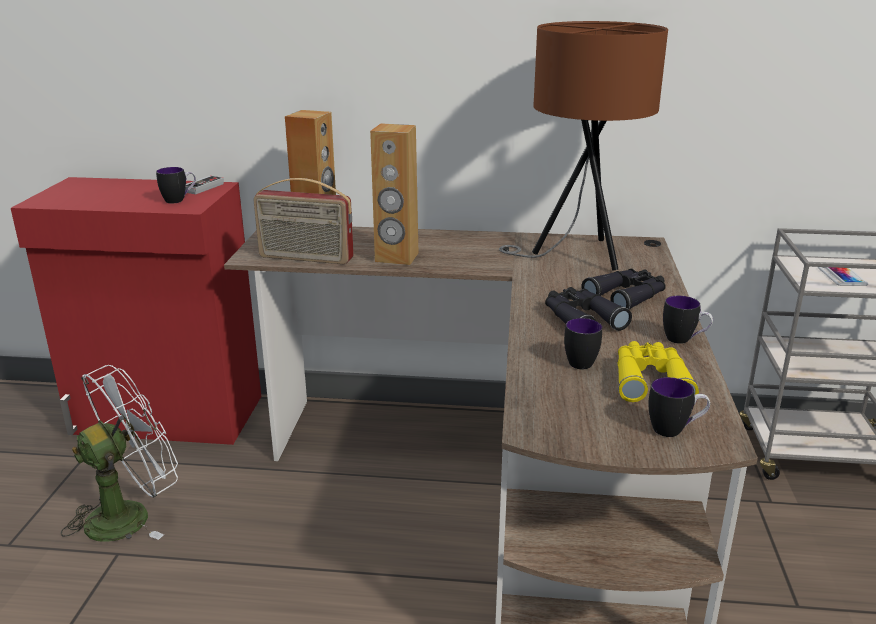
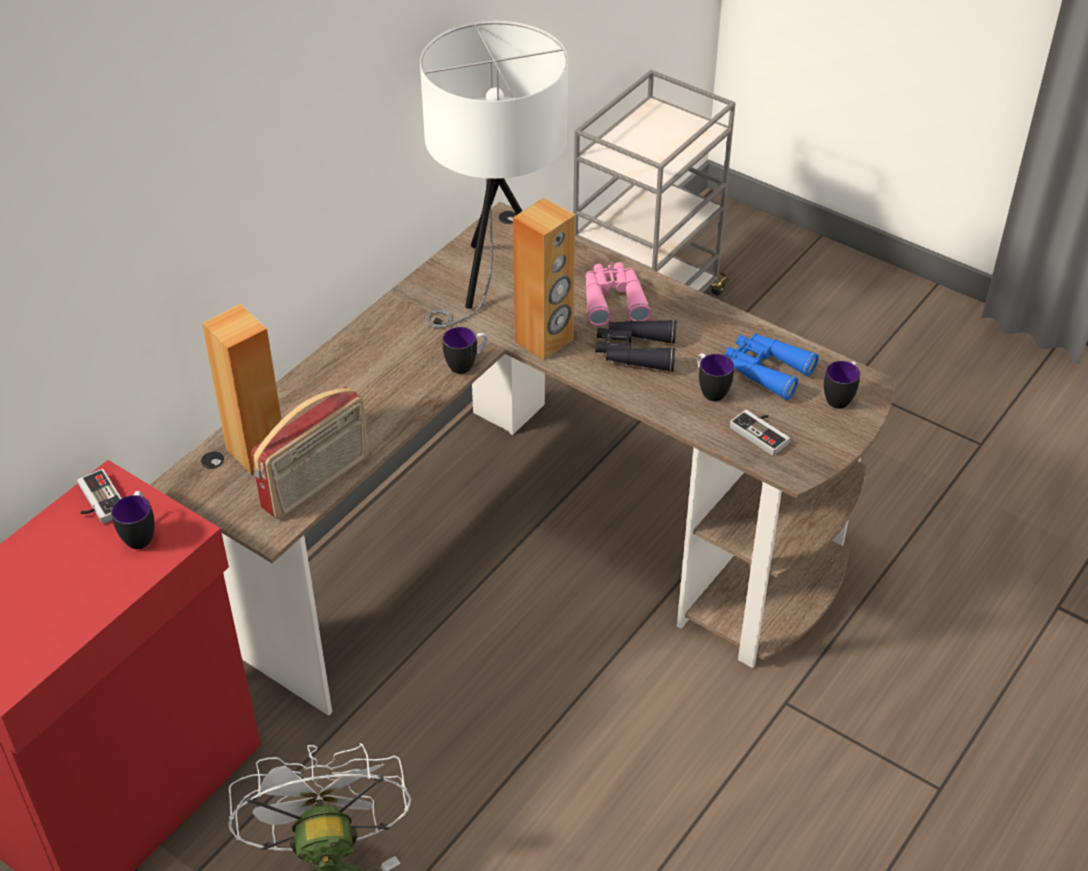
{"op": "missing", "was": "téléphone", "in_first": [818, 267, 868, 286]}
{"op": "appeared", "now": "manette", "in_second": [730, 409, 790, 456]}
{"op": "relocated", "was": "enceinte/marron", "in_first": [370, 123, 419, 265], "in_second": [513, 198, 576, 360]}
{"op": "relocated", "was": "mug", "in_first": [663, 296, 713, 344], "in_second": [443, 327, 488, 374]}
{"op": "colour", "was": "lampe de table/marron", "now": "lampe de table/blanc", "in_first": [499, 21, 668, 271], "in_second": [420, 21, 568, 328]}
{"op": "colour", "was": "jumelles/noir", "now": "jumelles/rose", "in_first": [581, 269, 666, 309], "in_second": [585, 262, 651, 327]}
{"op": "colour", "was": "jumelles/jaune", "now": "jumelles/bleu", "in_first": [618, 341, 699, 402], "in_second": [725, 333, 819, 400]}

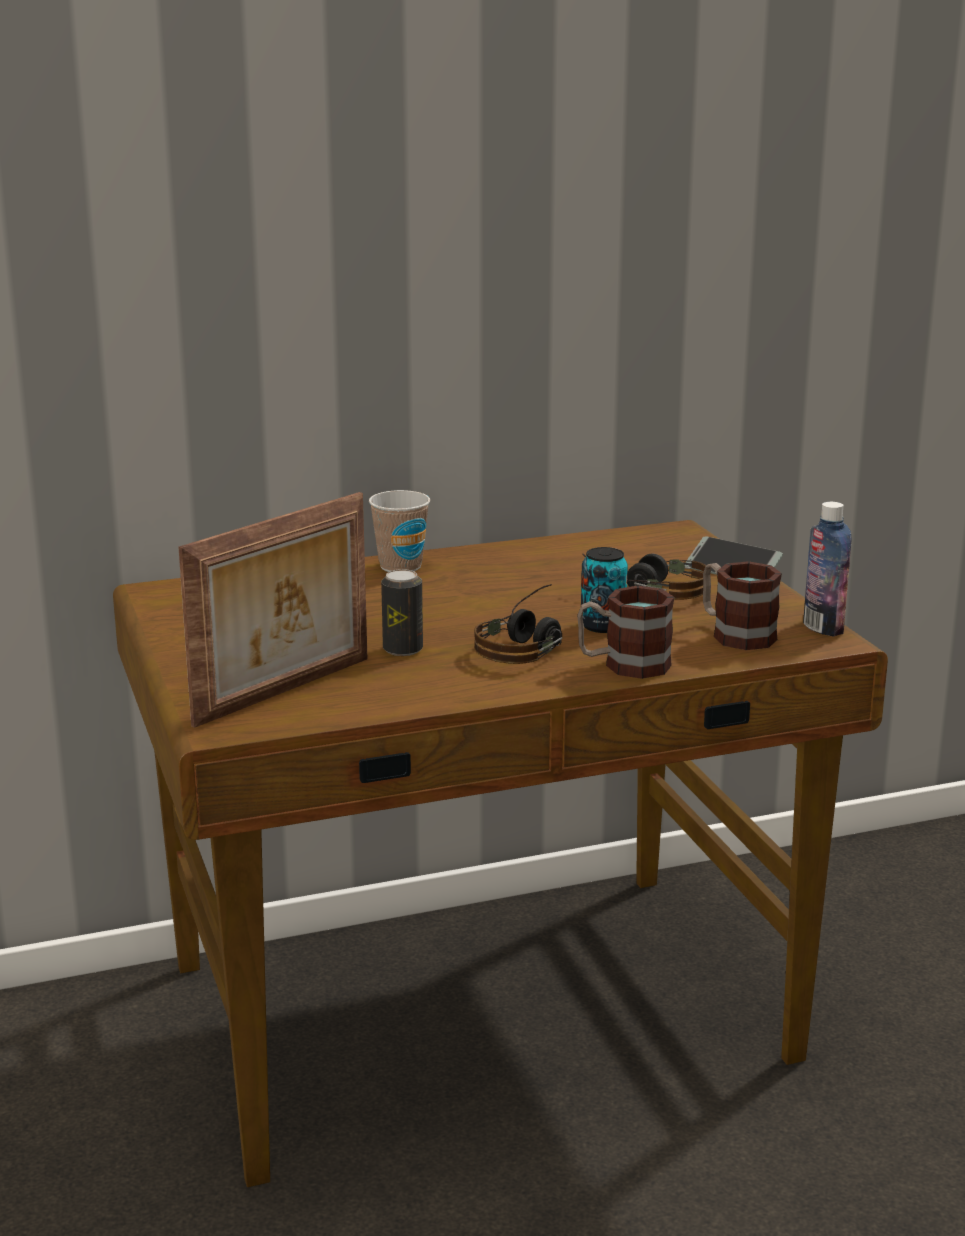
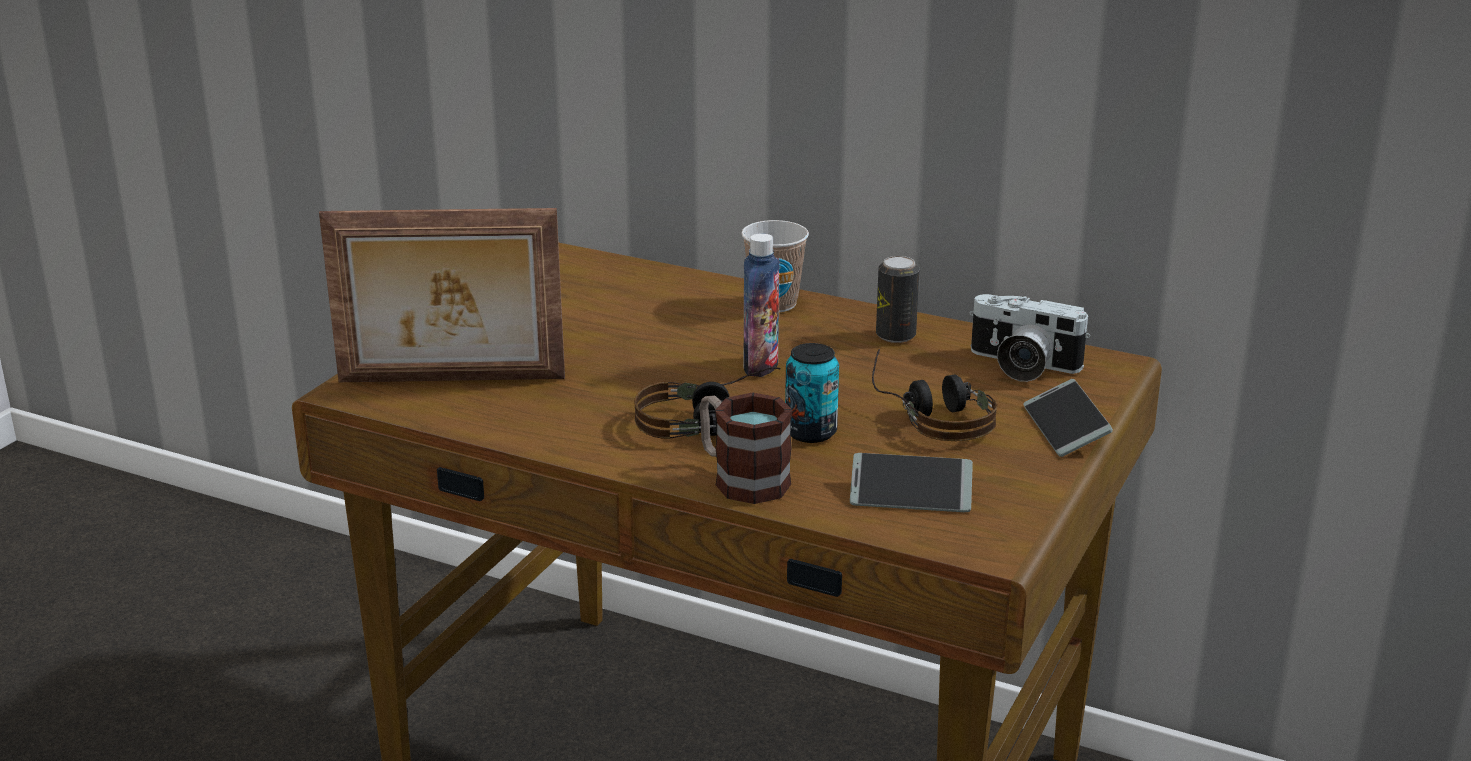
{"op": "appeared", "now": "appareil photo", "in_second": [970, 294, 1090, 382]}
{"op": "relocated", "was": "boîte métallique", "in_first": [381, 569, 423, 656], "in_second": [876, 256, 920, 343]}
{"op": "relocated", "was": "bouteille", "in_first": [803, 502, 852, 637], "in_second": [743, 233, 779, 377]}
{"op": "exchanged", "was": "mug", "now": "téléphone", "in_first": [703, 561, 782, 650], "in_second": [850, 453, 973, 512]}

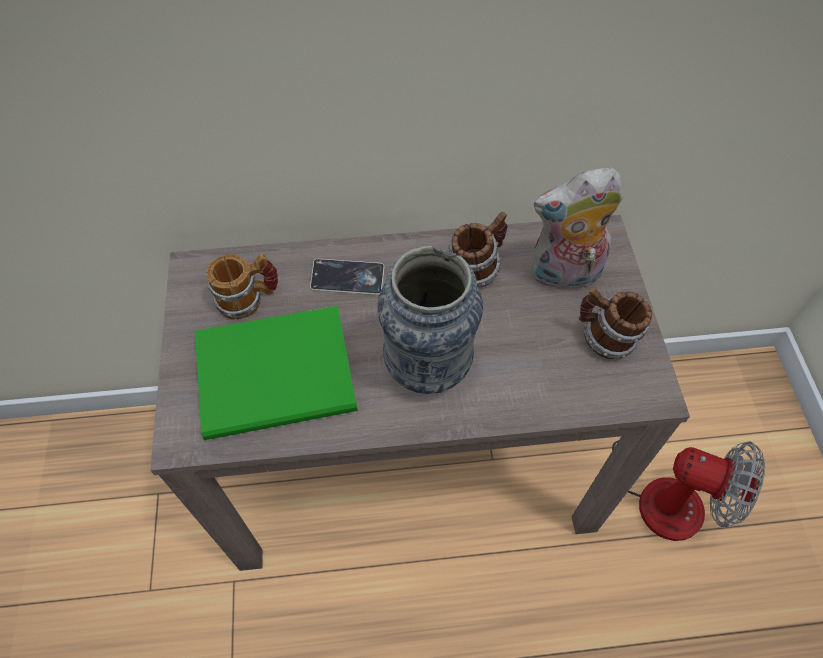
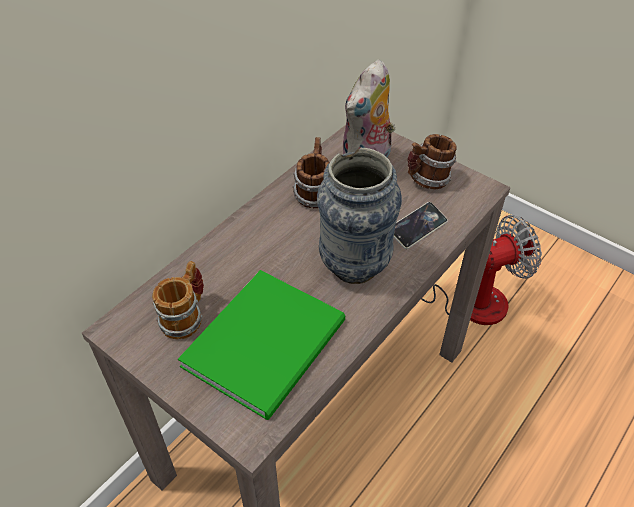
{"op": "relocated", "was": "téléphone", "in_first": [310, 259, 385, 295], "in_second": [394, 202, 448, 249]}

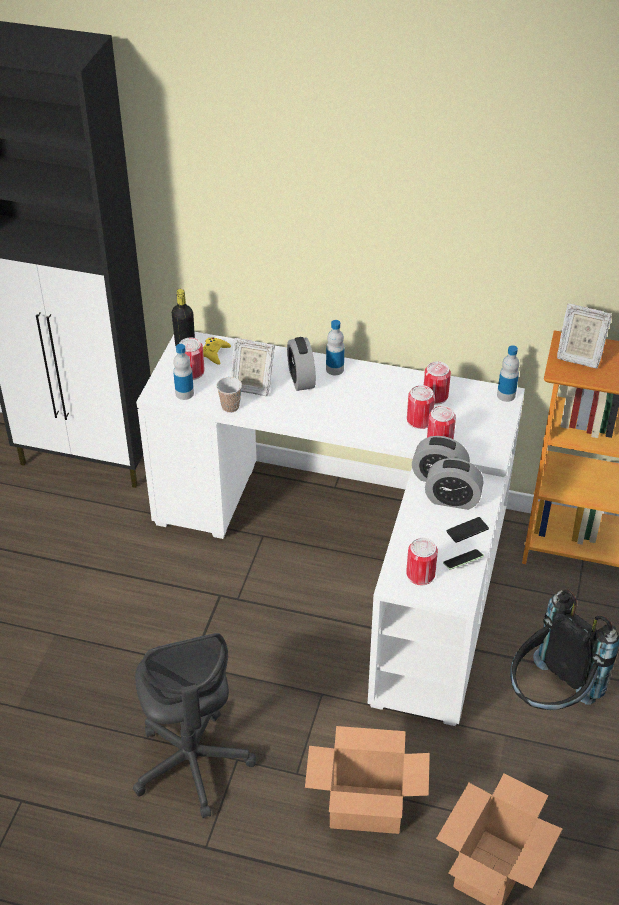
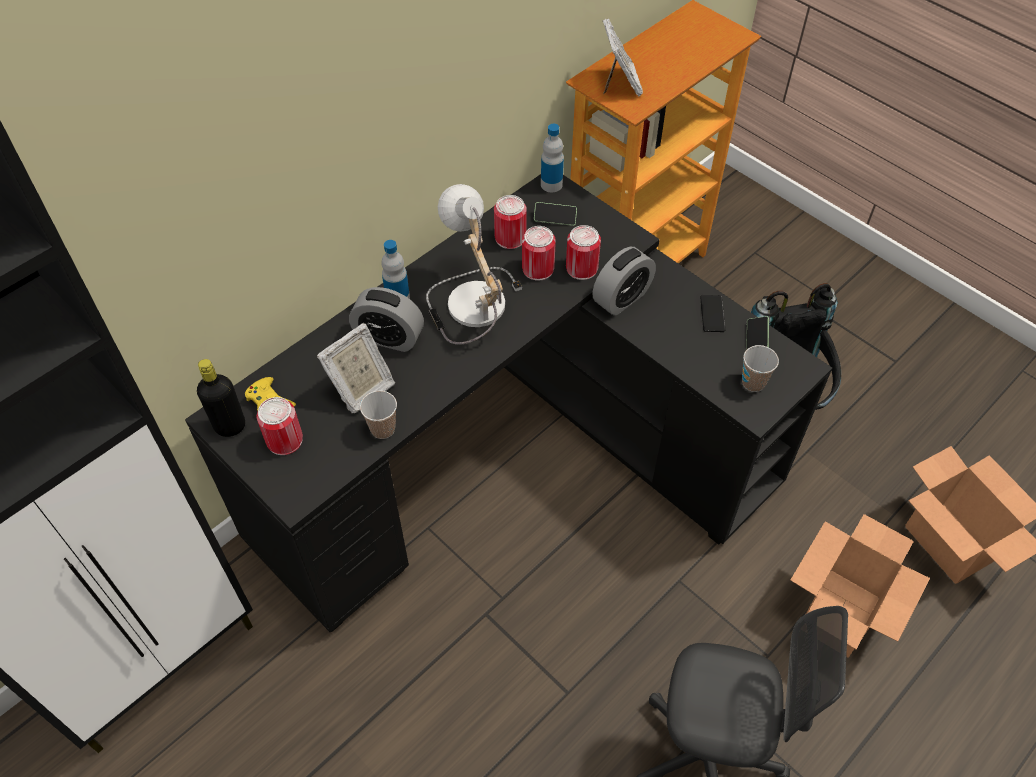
{"op": "missing", "was": "bouteille", "in_first": [173, 344, 194, 400]}
{"op": "missing", "was": "réveil", "in_first": [425, 458, 483, 510]}
{"op": "appeared", "now": "lampe de table", "in_second": [426, 184, 522, 345]}
{"op": "appeared", "now": "téléphone", "in_second": [534, 202, 577, 226]}
{"op": "exchanged", "was": "boîte métallique", "now": "tasse", "in_first": [406, 538, 438, 585], "in_second": [742, 345, 779, 392]}
{"op": "colour", "was": "bureau/blanc", "now": "bureau/noir", "in_first": [136, 332, 525, 726], "in_second": [185, 174, 832, 632]}
{"op": "spun", "was": "cadre photo", "in_first": [557, 303, 612, 368], "in_second": [602, 18, 643, 97], "clockwise": -60}

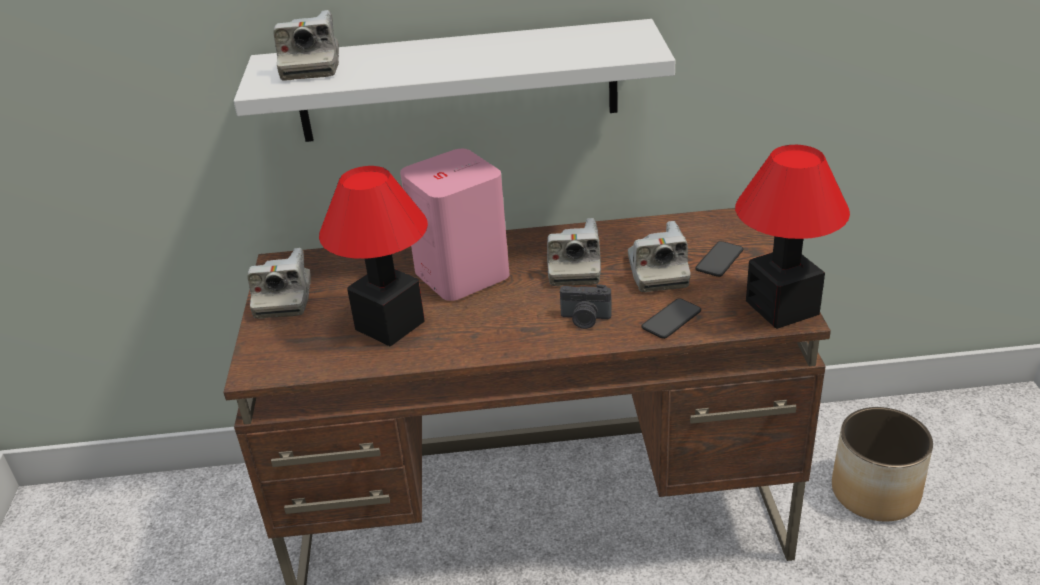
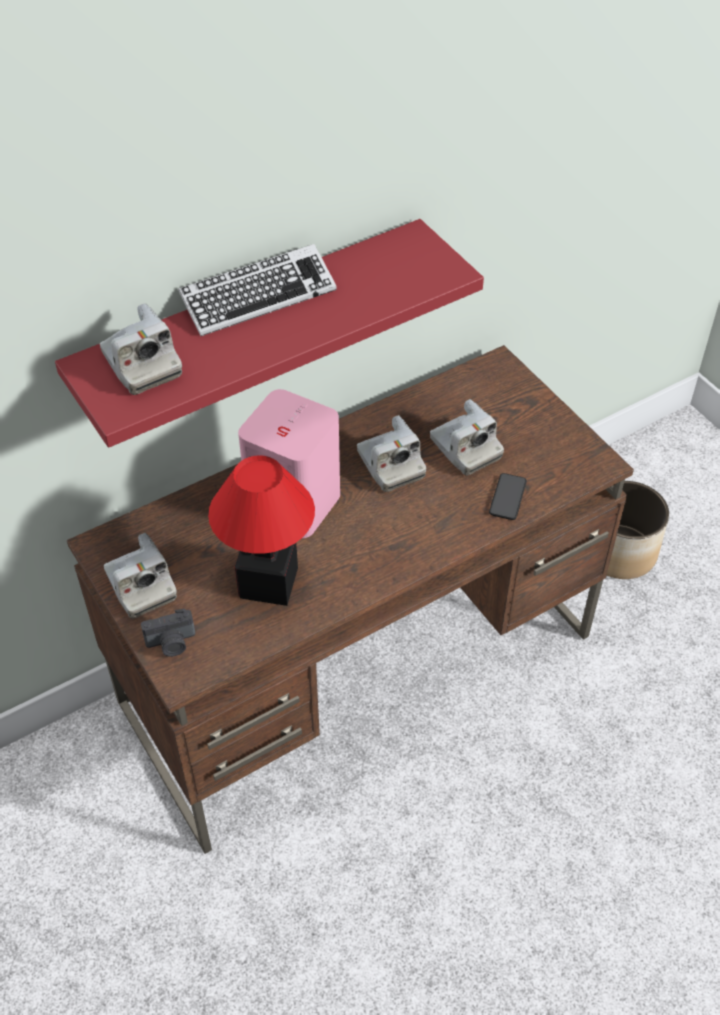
{"op": "missing", "was": "téléphone", "in_first": [695, 241, 743, 277]}
{"op": "missing", "was": "lampe de table", "in_first": [735, 145, 850, 329]}
{"op": "appeared", "now": "clavier", "in_second": [178, 244, 337, 336]}
{"op": "relocated", "was": "appareil photo", "in_first": [560, 284, 612, 329], "in_second": [141, 609, 195, 657]}
{"op": "colour", "was": "étagère/blanc", "now": "étagère/rouge", "in_first": [234, 19, 675, 142], "in_second": [55, 219, 484, 448]}

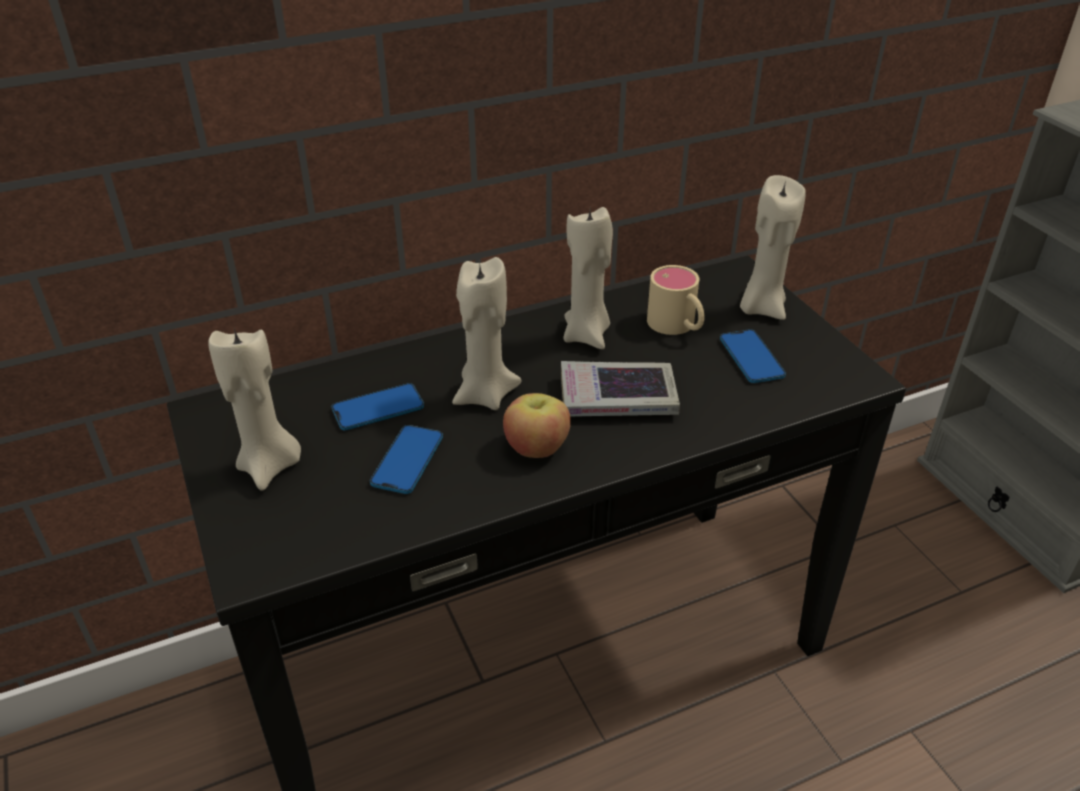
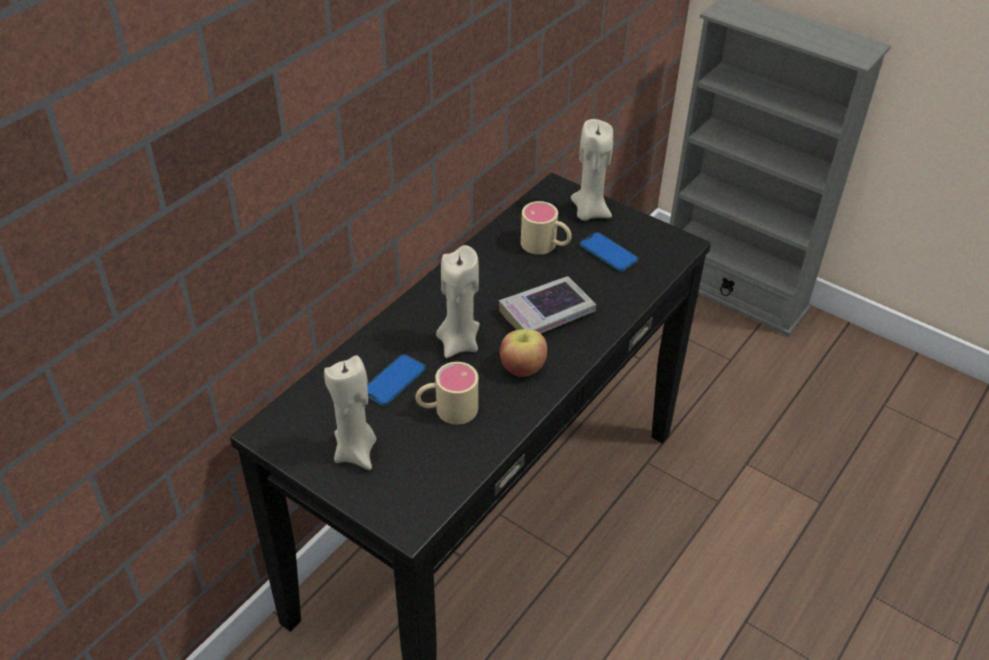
{"op": "missing", "was": "bougie/beige", "in_first": [564, 207, 613, 349]}
{"op": "exchanged", "was": "téléphone", "now": "mug/beige", "in_first": [370, 425, 443, 494], "in_second": [415, 362, 478, 425]}

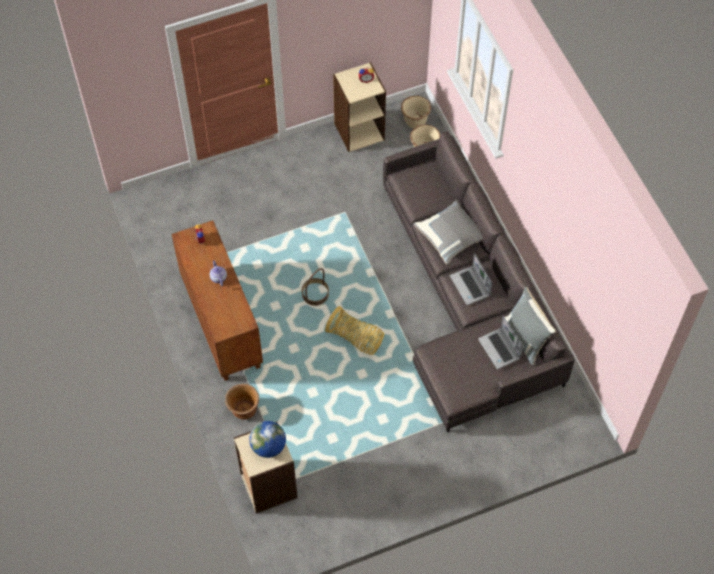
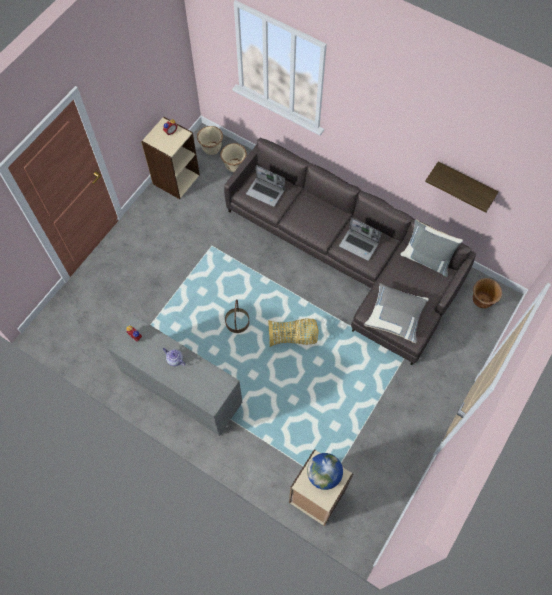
{"op": "appeared", "now": "étagère", "in_second": [425, 161, 498, 213]}
{"op": "relocated", "was": "cache-pot/marron", "in_first": [225, 384, 259, 420], "in_second": [473, 278, 502, 308]}
{"op": "relocated", "was": "coussin/gris", "in_first": [414, 200, 483, 264], "in_second": [364, 283, 429, 343]}
{"op": "relocated", "was": "ordinateur portable", "in_first": [478, 316, 523, 369], "in_second": [246, 165, 285, 207]}
{"op": "colour", "was": "meuble de rangement/marron", "now": "meuble de rangement/gris", "in_first": [171, 220, 263, 381], "in_second": [108, 315, 242, 436]}

